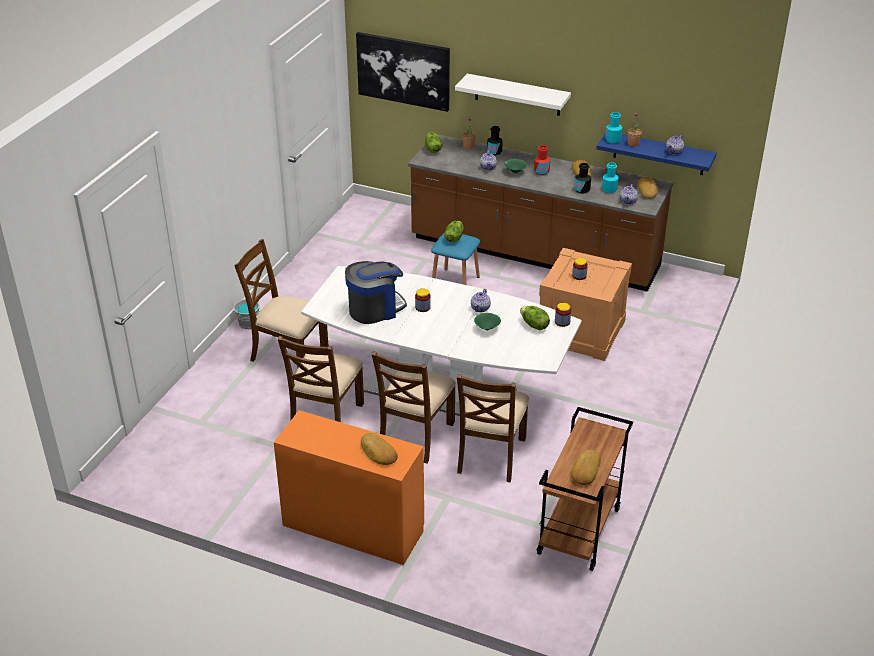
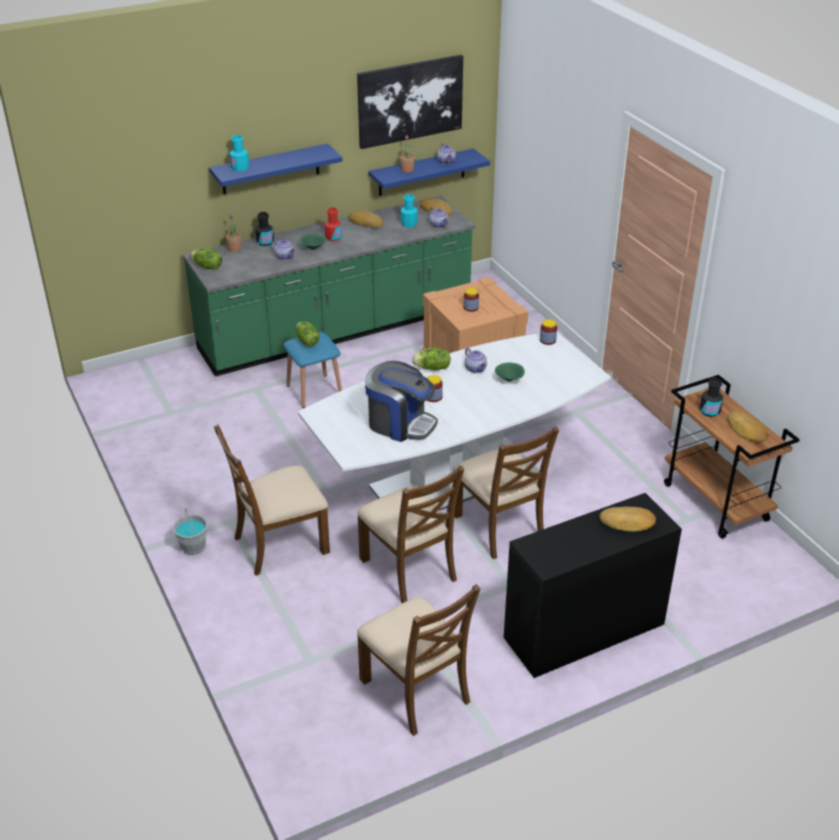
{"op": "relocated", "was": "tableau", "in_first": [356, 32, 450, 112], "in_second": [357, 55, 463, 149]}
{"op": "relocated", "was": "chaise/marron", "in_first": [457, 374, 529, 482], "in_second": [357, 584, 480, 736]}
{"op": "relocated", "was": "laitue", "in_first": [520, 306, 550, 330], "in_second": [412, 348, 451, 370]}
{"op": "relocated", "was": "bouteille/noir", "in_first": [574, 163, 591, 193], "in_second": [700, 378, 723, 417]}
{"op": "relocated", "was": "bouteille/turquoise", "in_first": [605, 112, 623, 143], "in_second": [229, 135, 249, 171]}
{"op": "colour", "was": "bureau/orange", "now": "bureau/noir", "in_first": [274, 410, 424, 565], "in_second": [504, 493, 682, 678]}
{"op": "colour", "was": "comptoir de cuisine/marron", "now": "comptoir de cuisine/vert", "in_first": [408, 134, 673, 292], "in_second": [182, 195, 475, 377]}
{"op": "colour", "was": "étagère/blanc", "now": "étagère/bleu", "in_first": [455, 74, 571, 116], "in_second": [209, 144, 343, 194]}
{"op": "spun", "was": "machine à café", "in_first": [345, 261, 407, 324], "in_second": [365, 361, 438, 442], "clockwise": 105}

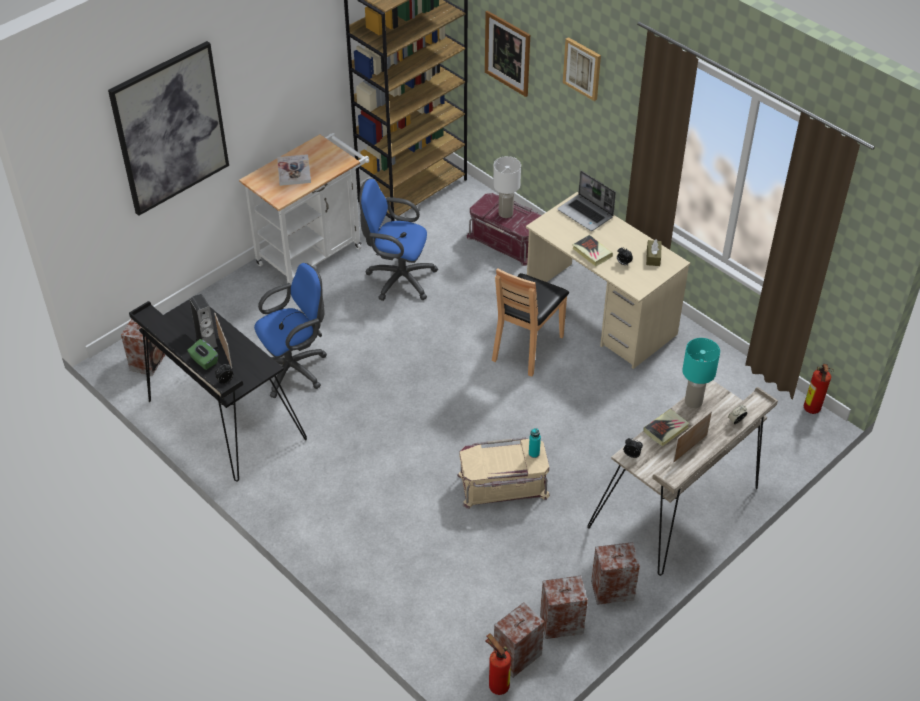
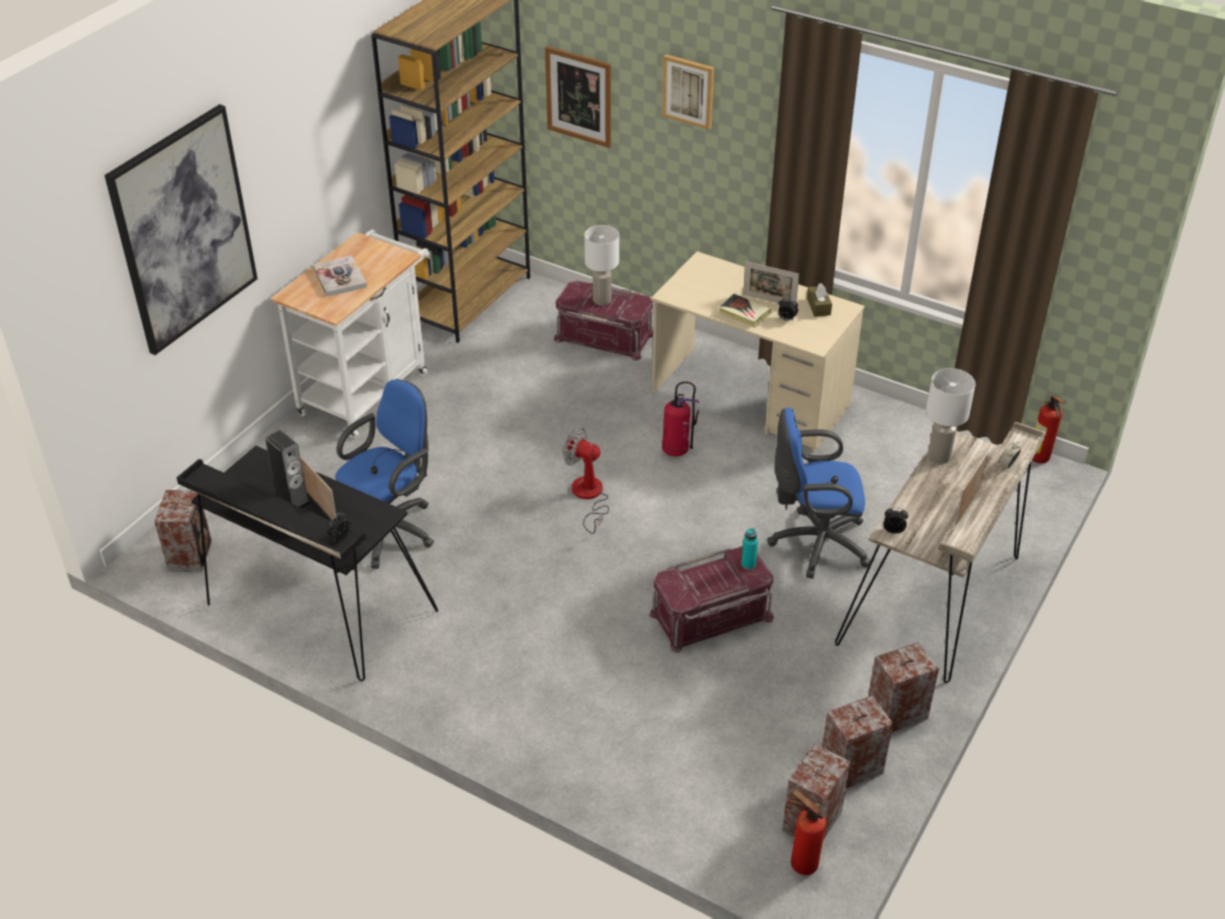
{"op": "missing", "was": "boîte à mouchoirs/vert", "in_first": [187, 339, 218, 370]}
{"op": "missing", "was": "ordinateur portable", "in_first": [557, 171, 616, 231]}
{"op": "missing", "was": "livre", "in_first": [643, 409, 690, 446]}
{"op": "appeared", "now": "ventilateur", "in_second": [563, 428, 609, 534]}
{"op": "appeared", "now": "cadre photo", "in_second": [743, 261, 799, 303]}
{"op": "relocated", "was": "chaise de bureau/bleu", "in_first": [359, 179, 438, 301], "in_second": [768, 408, 871, 579]}
{"op": "exchanged", "was": "chaise/marron", "now": "extincteur", "in_first": [492, 268, 569, 377], "in_second": [662, 381, 699, 456]}
{"op": "colour", "was": "boîte de rangement/beige", "now": "boîte de rangement/rouge", "in_first": [457, 438, 550, 509], "in_second": [649, 546, 774, 653]}
{"op": "colour", "was": "lampe de table/turquoise", "now": "lampe de table/blanc", "in_first": [682, 338, 720, 408], "in_second": [926, 368, 976, 464]}

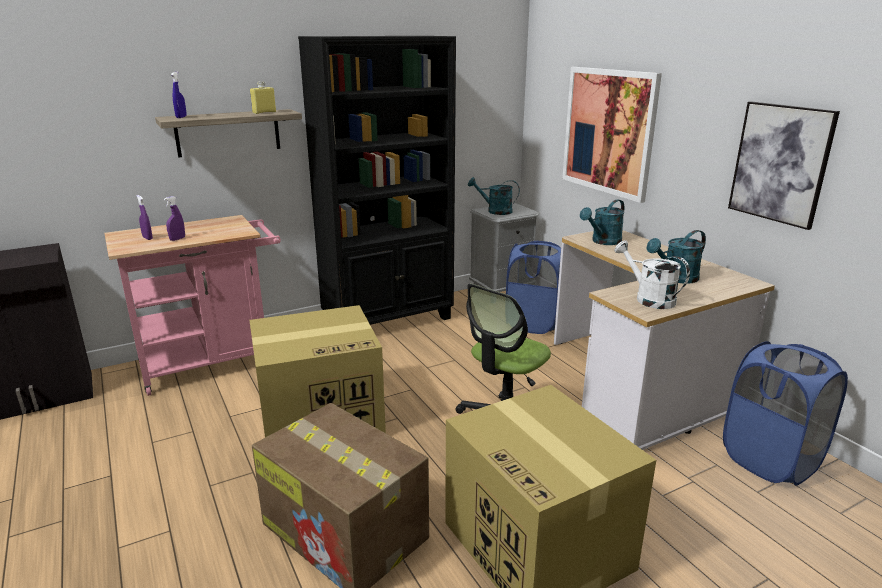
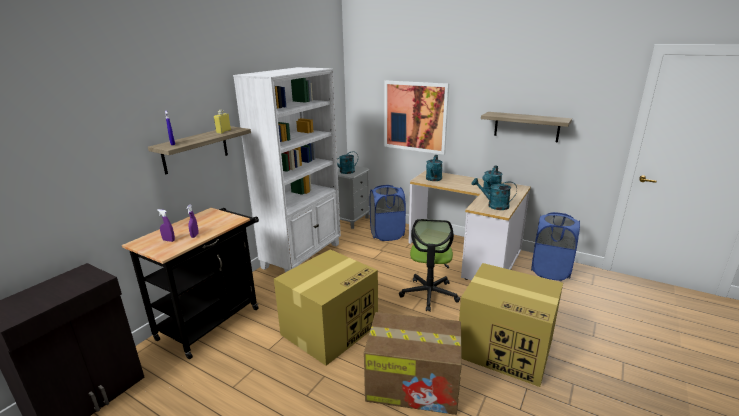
{"op": "exchanged", "was": "tableau", "now": "étagère", "in_first": [728, 101, 840, 230], "in_second": [481, 112, 572, 142]}
{"op": "colour", "was": "chariot/rose", "now": "chariot/noir", "in_first": [104, 215, 281, 396], "in_second": [122, 208, 259, 359]}
{"op": "colour", "was": "bibliothèque/noir", "now": "bibliothèque/blanc", "in_first": [298, 36, 456, 325], "in_second": [233, 67, 341, 272]}
{"op": "colour", "was": "arrosoir/blanc", "now": "arrosoir/turquoise", "in_first": [614, 241, 690, 309], "in_second": [472, 178, 517, 210]}

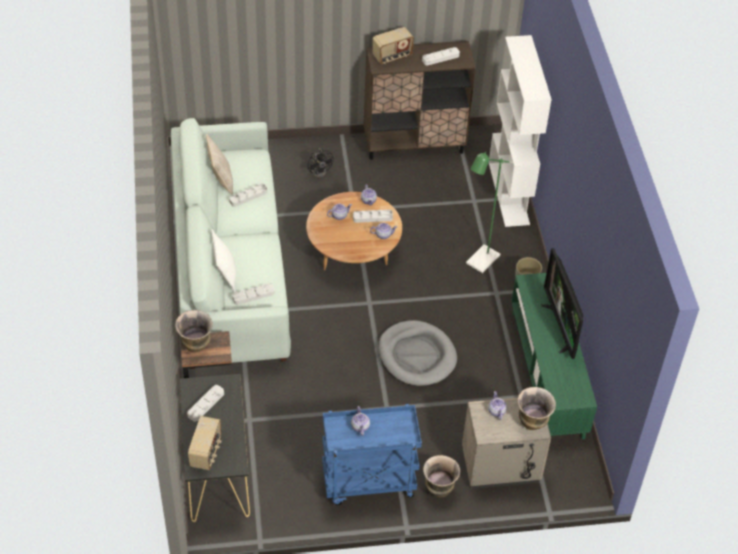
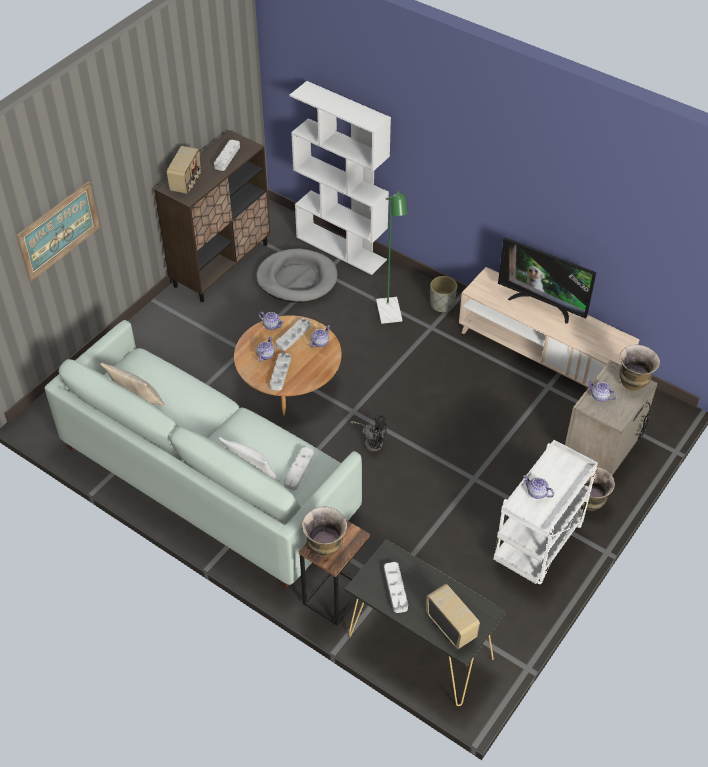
{"op": "appeared", "now": "tableau", "in_second": [16, 181, 100, 281]}
{"op": "relocated", "was": "plateau/gris", "in_first": [229, 183, 267, 207], "in_second": [270, 353, 291, 391]}
{"op": "relocated", "was": "ventilateur/noir", "in_first": [308, 148, 334, 177], "in_second": [350, 415, 387, 451]}
{"op": "relocated", "was": "panier pour chien/gris", "in_first": [378, 320, 457, 386], "in_second": [256, 249, 338, 303]}
{"op": "colour", "was": "chariot/bleu", "now": "chariot/blanc", "in_first": [322, 404, 422, 505], "in_second": [493, 440, 598, 585]}
{"op": "colour", "was": "meuble télé/vert", "now": "meuble télé/beige", "in_first": [511, 273, 597, 439], "in_second": [459, 267, 640, 388]}

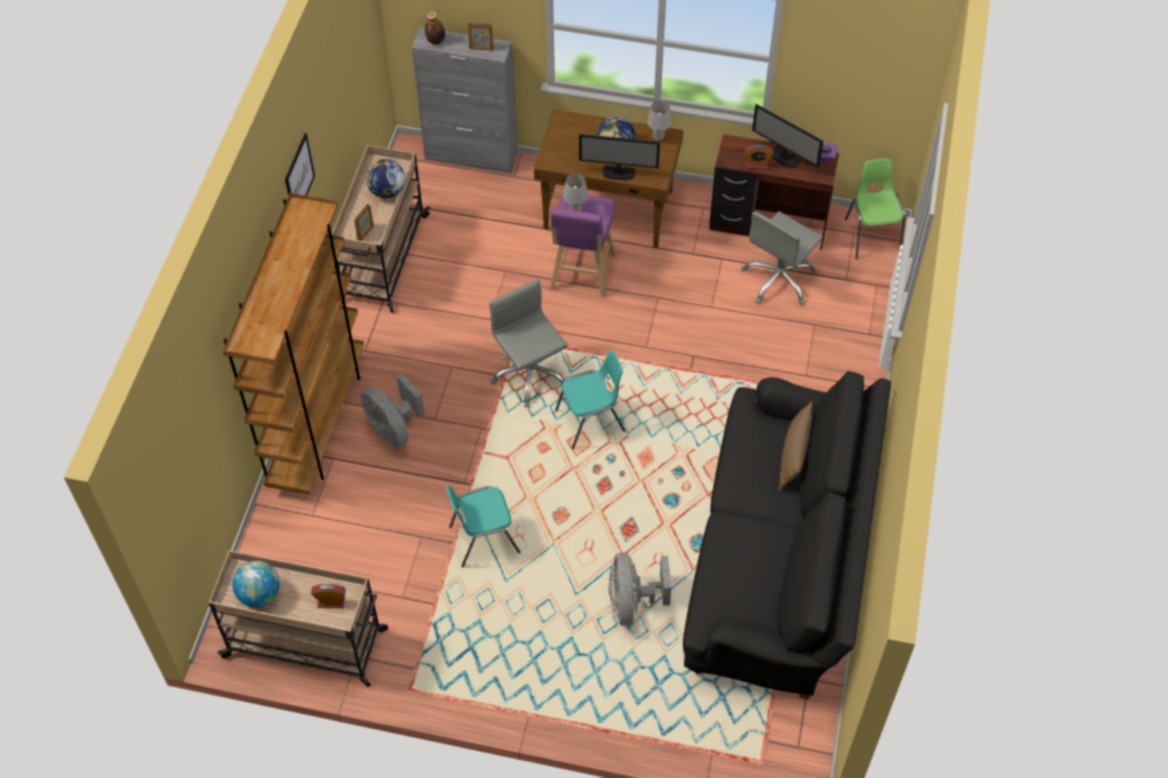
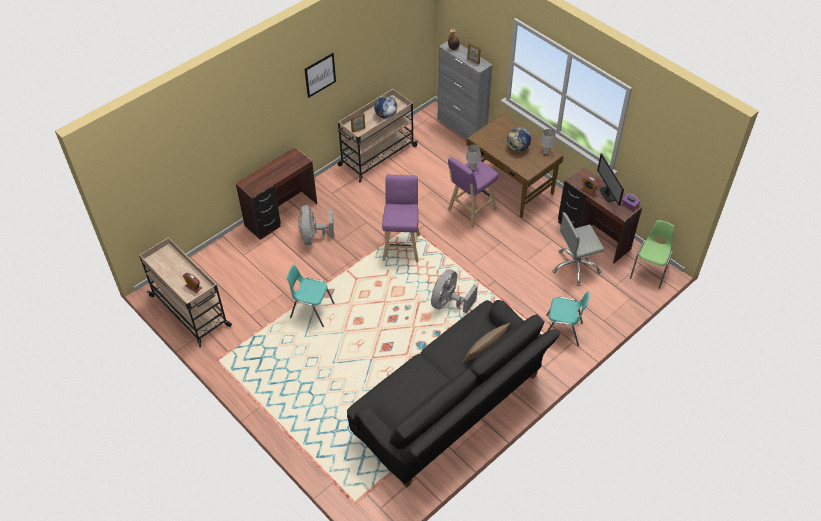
{"op": "missing", "was": "globe", "in_first": [232, 561, 280, 607]}
{"op": "missing", "was": "écran d'ordinateur", "in_first": [579, 134, 660, 180]}
{"op": "relocated", "was": "chaise/turquoise", "in_first": [555, 350, 625, 449], "in_second": [546, 292, 590, 346]}
{"op": "relocated", "was": "ventilateur/gris", "in_first": [608, 553, 671, 626], "in_second": [431, 269, 478, 313]}
{"op": "exchanged", "was": "bibliothèque/marron", "now": "bureau/marron", "in_first": [223, 193, 364, 495], "in_second": [235, 147, 317, 240]}
{"op": "exchanged", "was": "chaise de bureau/gris", "now": "tabouret/violet", "in_first": [489, 279, 568, 408], "in_second": [382, 175, 420, 262]}

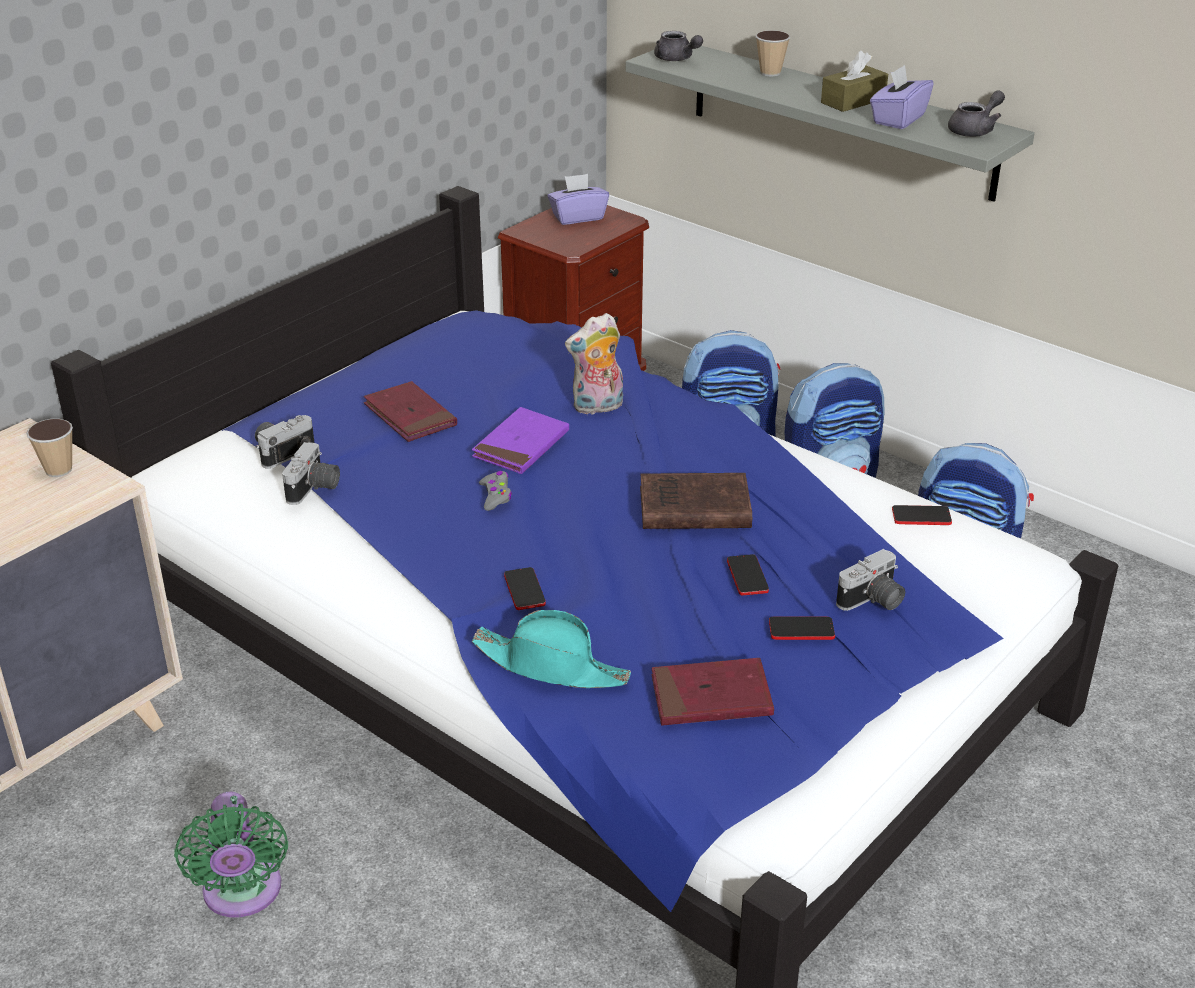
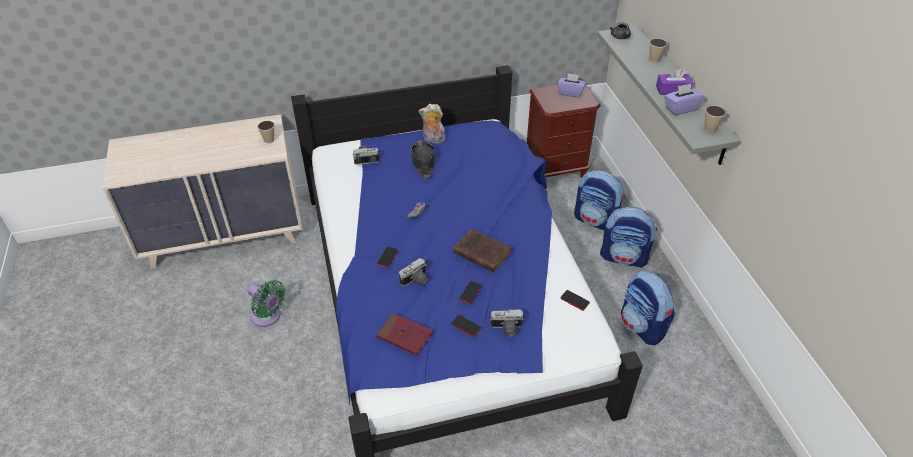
{"op": "missing", "was": "livre/violet", "in_first": [472, 407, 569, 474]}
{"op": "missing", "was": "chapeau/turquoise", "in_first": [472, 610, 631, 688]}
{"op": "relocated", "was": "appareil photo", "in_first": [282, 442, 340, 505], "in_second": [399, 258, 428, 286]}
{"op": "relocated", "was": "peluche", "in_first": [565, 313, 623, 415], "in_second": [419, 104, 445, 143]}
{"op": "exchanged", "was": "livre/rouge", "now": "chapeau/noir", "in_first": [364, 381, 457, 442], "in_second": [411, 140, 435, 179]}
{"op": "exchanged", "was": "théière/gris", "now": "tasse", "in_first": [948, 90, 1005, 137], "in_second": [704, 106, 726, 132]}
{"op": "colour", "was": "boîte à mouchoirs/marron", "now": "boîte à mouchoirs/violet", "in_first": [821, 51, 888, 112], "in_second": [656, 68, 693, 95]}
{"op": "spun", "was": "ventilateur/vert", "in_first": [174, 792, 288, 917], "in_second": [247, 280, 286, 327], "clockwise": -75}

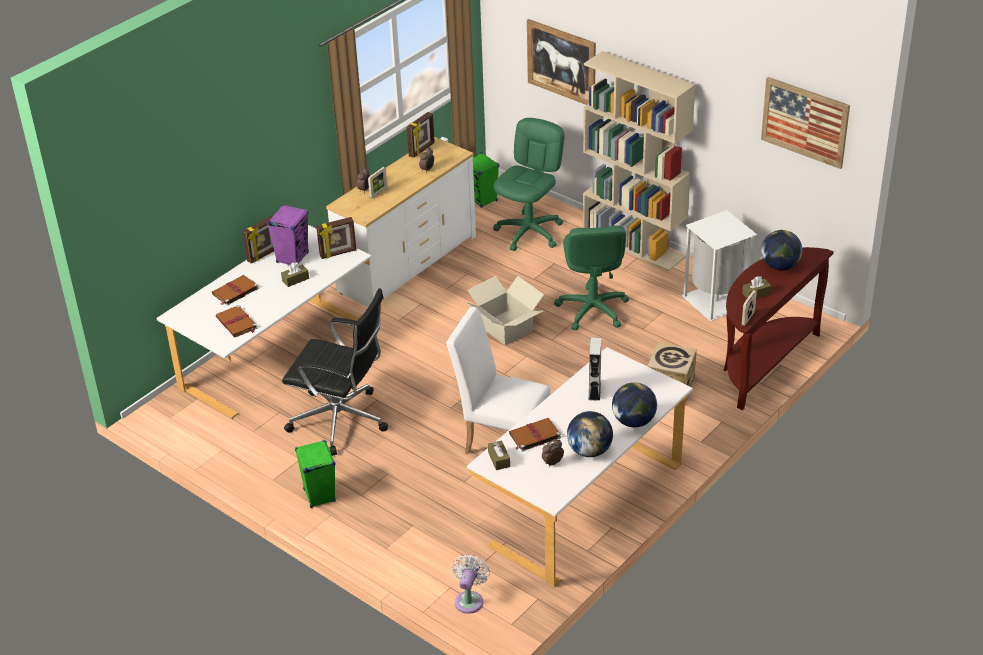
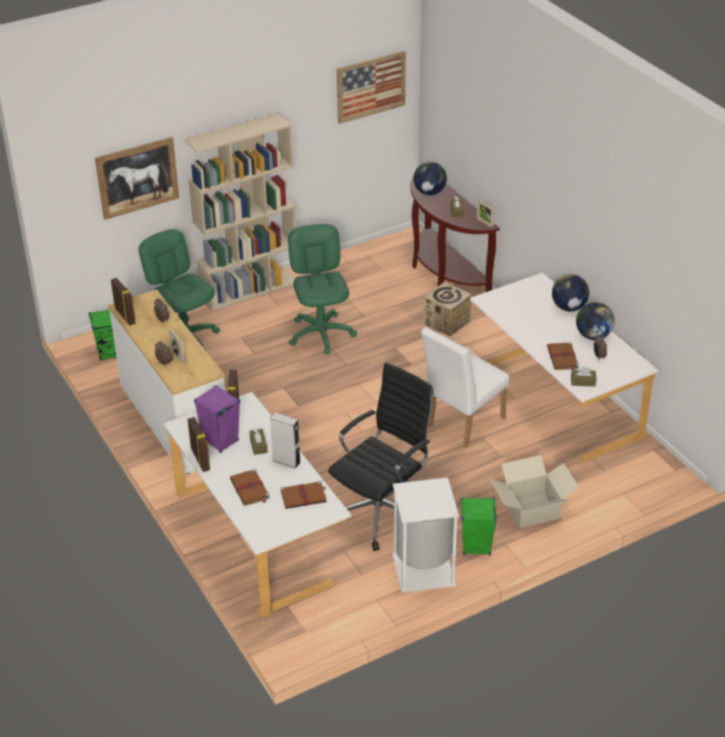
{"op": "missing", "was": "ventilateur/blanc", "in_first": [452, 554, 490, 614]}
{"op": "relocated", "was": "carton", "in_first": [465, 276, 544, 345], "in_second": [491, 455, 580, 528]}
{"op": "relocated", "was": "enceinte/gris", "in_first": [589, 337, 601, 401], "in_second": [270, 412, 301, 469]}
{"op": "relocated", "was": "poubelle/blanc", "in_first": [682, 210, 757, 321], "in_second": [392, 478, 459, 592]}
{"op": "spun", "was": "chaise de bureau/vert", "in_first": [554, 225, 629, 330], "in_second": [288, 224, 357, 354], "clockwise": -120}

